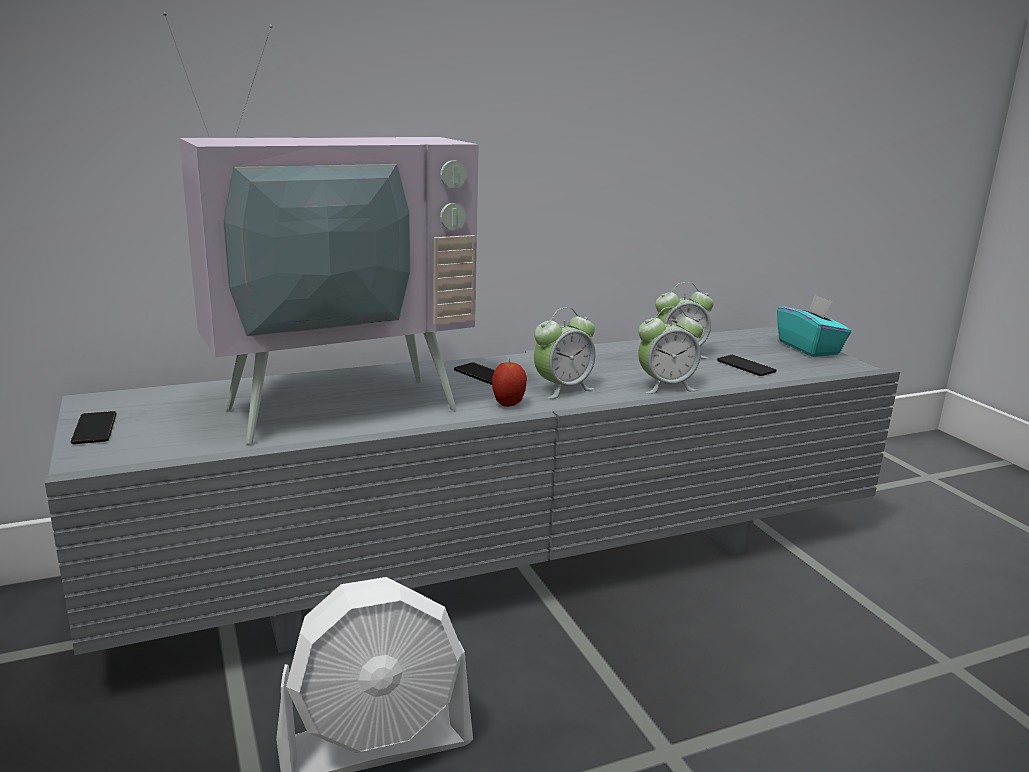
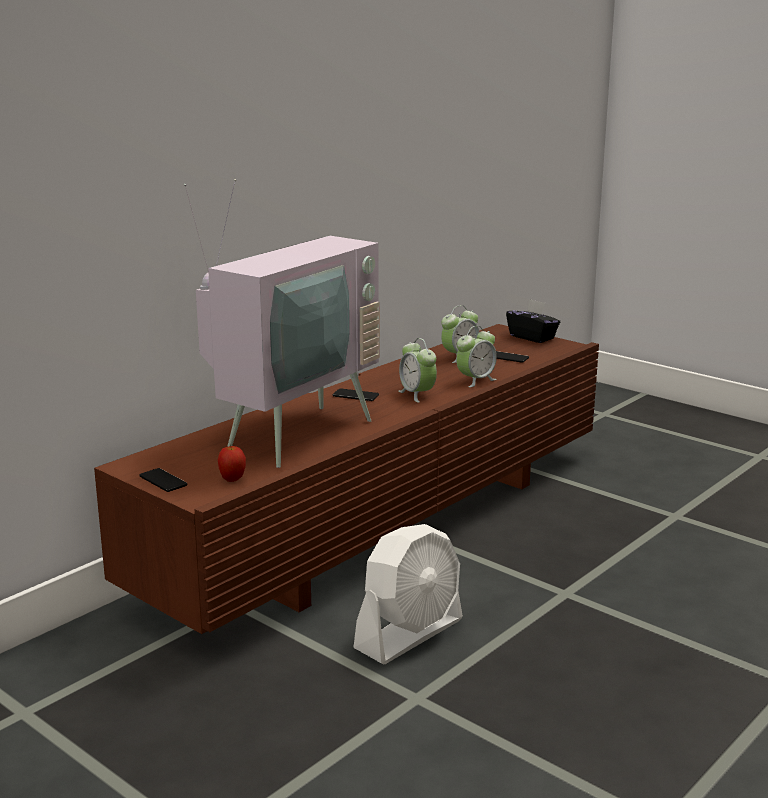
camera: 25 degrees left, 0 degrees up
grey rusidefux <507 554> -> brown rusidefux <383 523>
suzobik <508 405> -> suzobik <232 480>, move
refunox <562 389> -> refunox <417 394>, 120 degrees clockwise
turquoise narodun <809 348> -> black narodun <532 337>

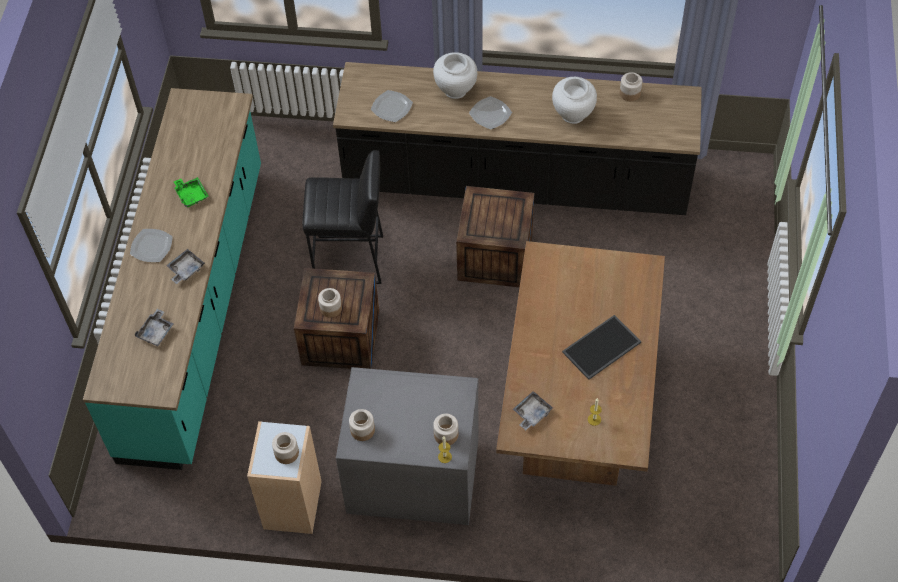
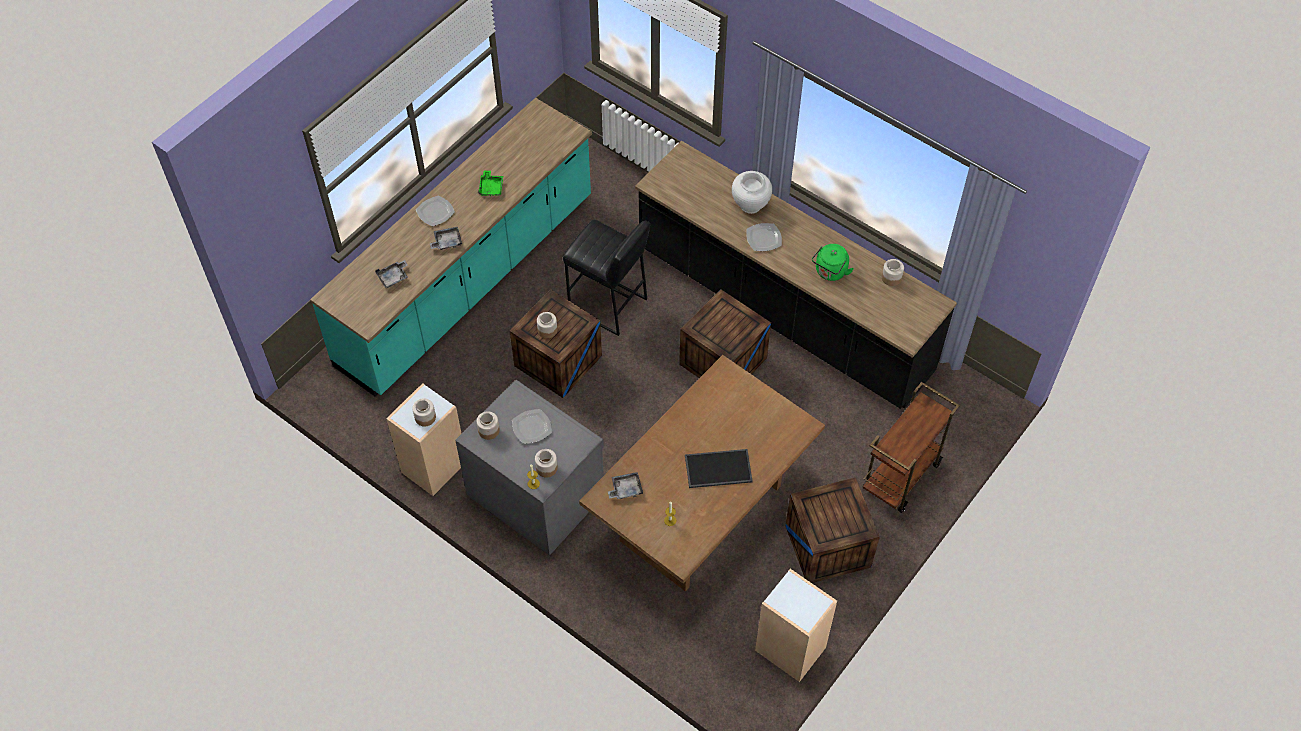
camera: 30 degrees right, 0 degrees up
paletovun <391 107> -> paletovun <531 427>, move
none -> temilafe <791 650>
none -> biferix <827 546>
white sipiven <573 115> -> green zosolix <830 272>
none -> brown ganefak <899 479>

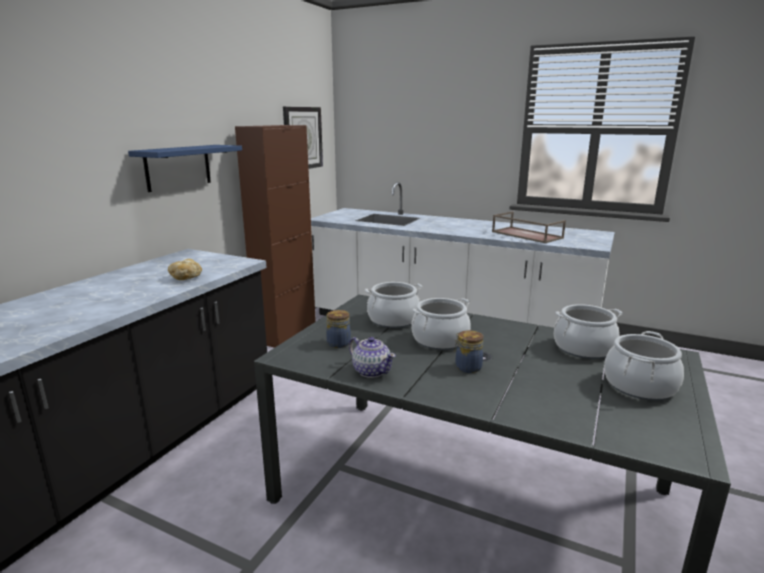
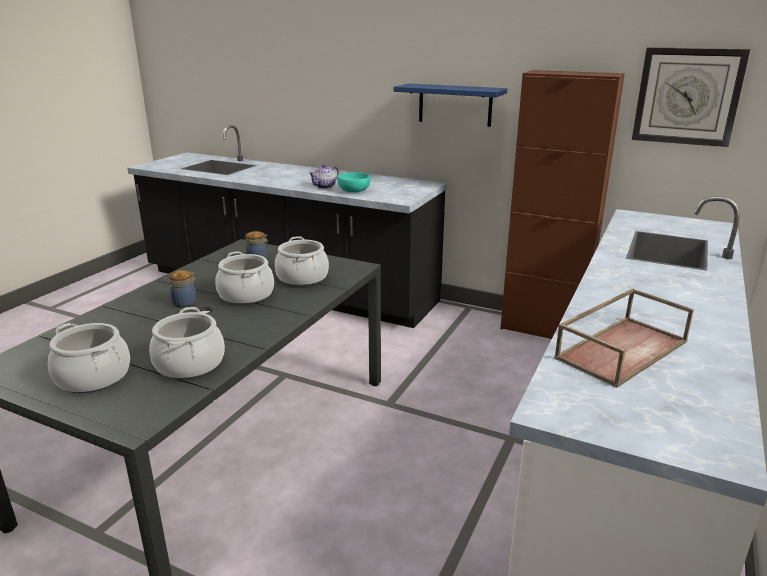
camera: 90 degrees right, 5 degrees up
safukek <371 371> -> safukek <325 186>, move
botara <186 277> -> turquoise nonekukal <354 190>

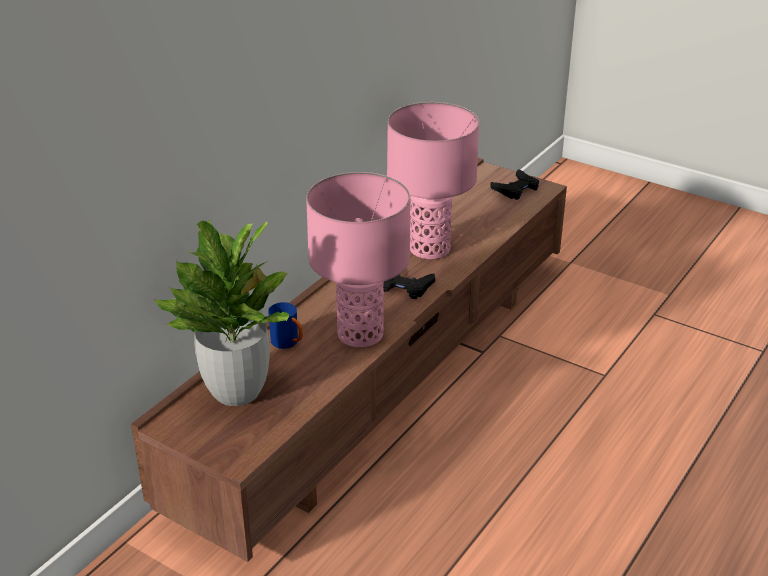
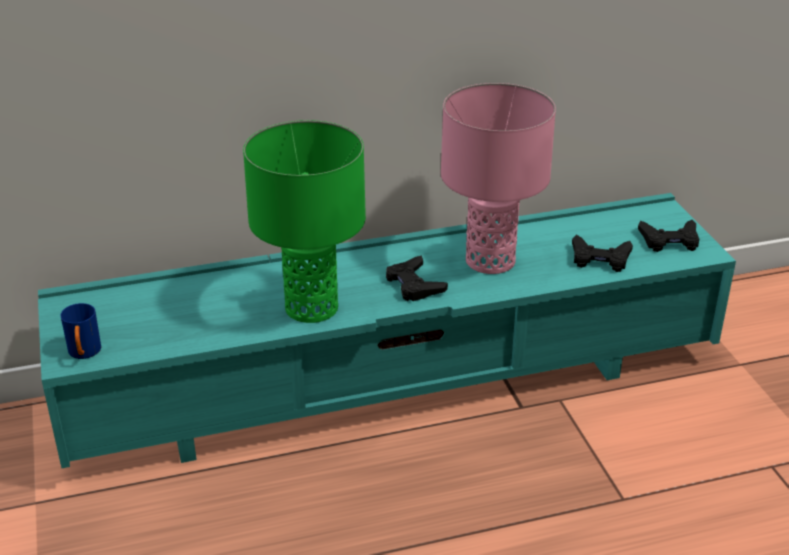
camera: 40 degrees right, 0 degrees up
brown rusidefux <382 377> -> turquoise rusidefux <393 381>
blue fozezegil <288 343> -> blue fozezegil <84 354>, move
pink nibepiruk <360 334> -> green nibepiruk <311 308>
none -> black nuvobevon <600 259>
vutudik <237 391> -> none

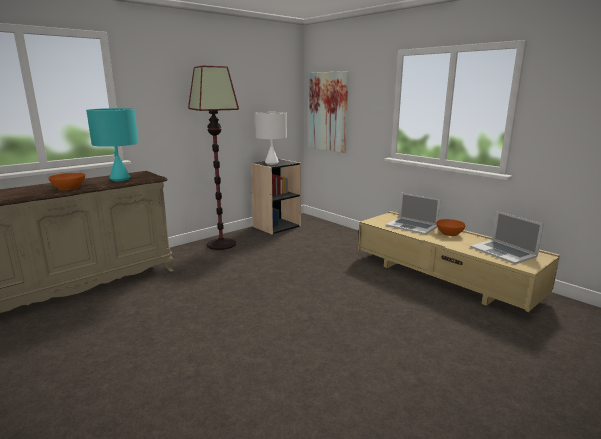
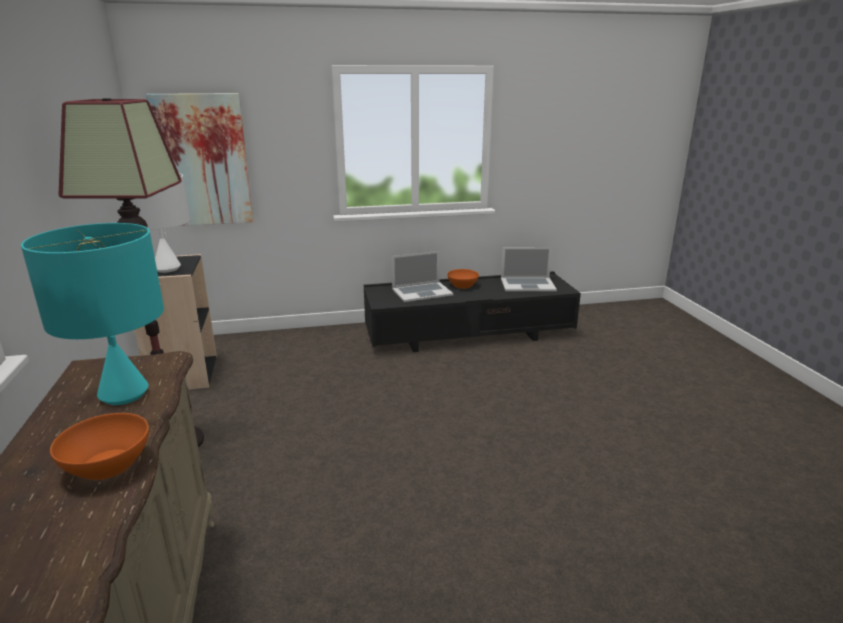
camera: 60 degrees left, 5 degrees up
beige rusidefux <444 276> -> black rusidefux <469 333>

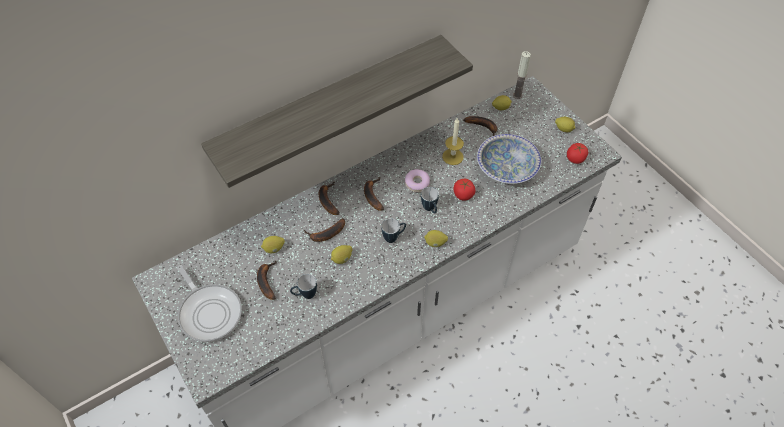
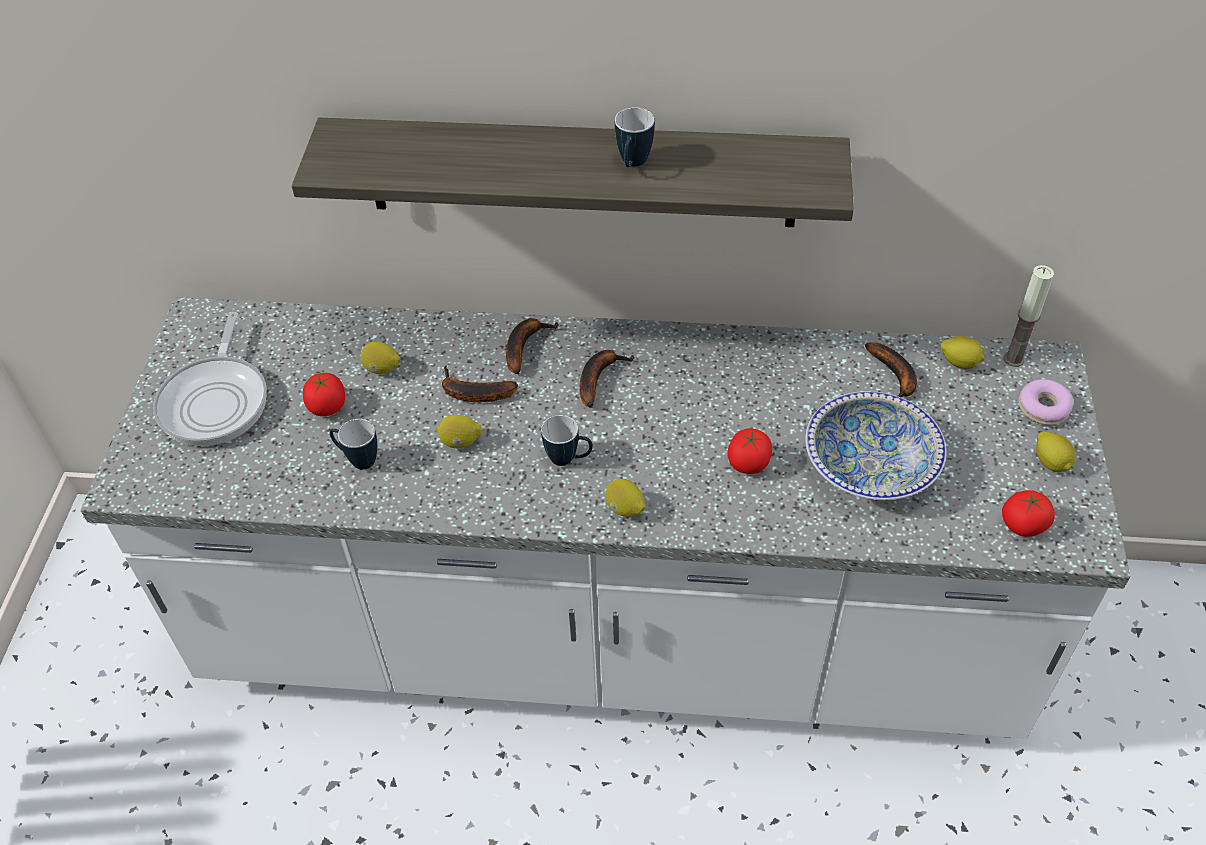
camera: 40 degrees right, 5 degrees down
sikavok <266 281> -> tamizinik <327 406>
fozezegil <430 209> -> fozezegil <632 165>, move
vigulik <417 183> -> vigulik <1043 408>, move
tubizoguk <452 156> -> none

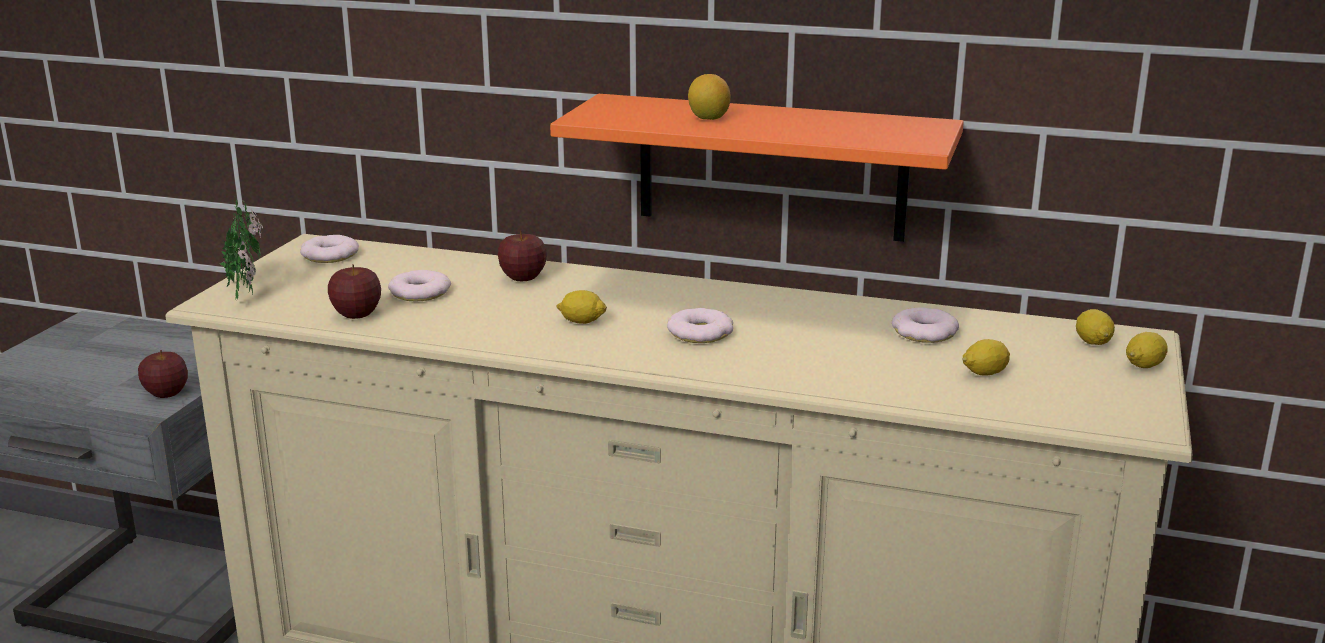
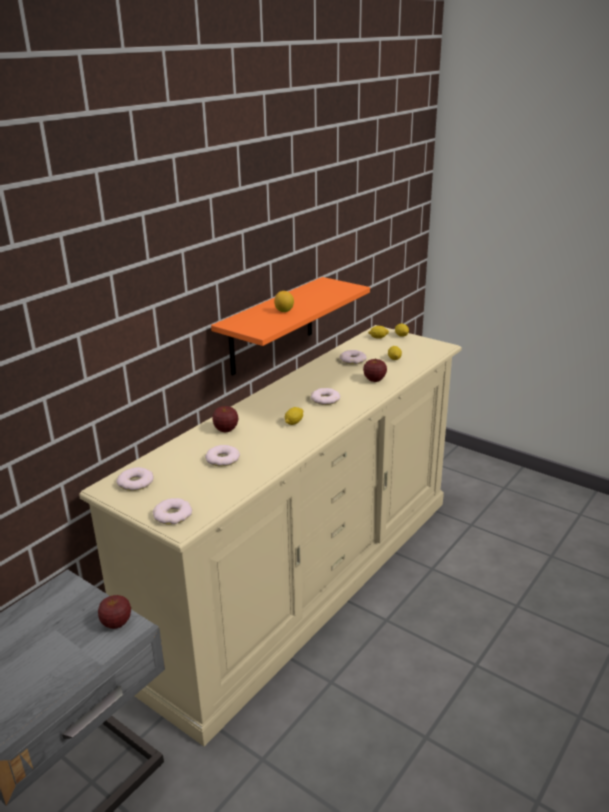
camera: 70 degrees left, 5 degrees up
vutudik <243 291> -> vigulik <173 515>
suzobik <356 315> -> suzobik <374 380>, move

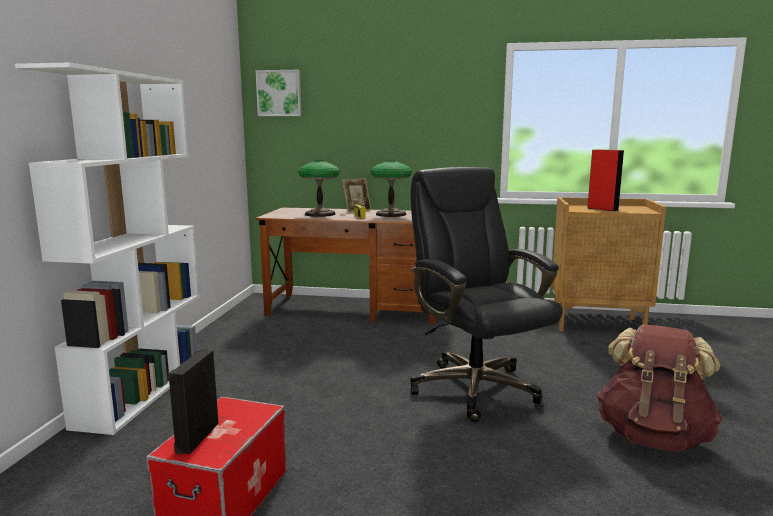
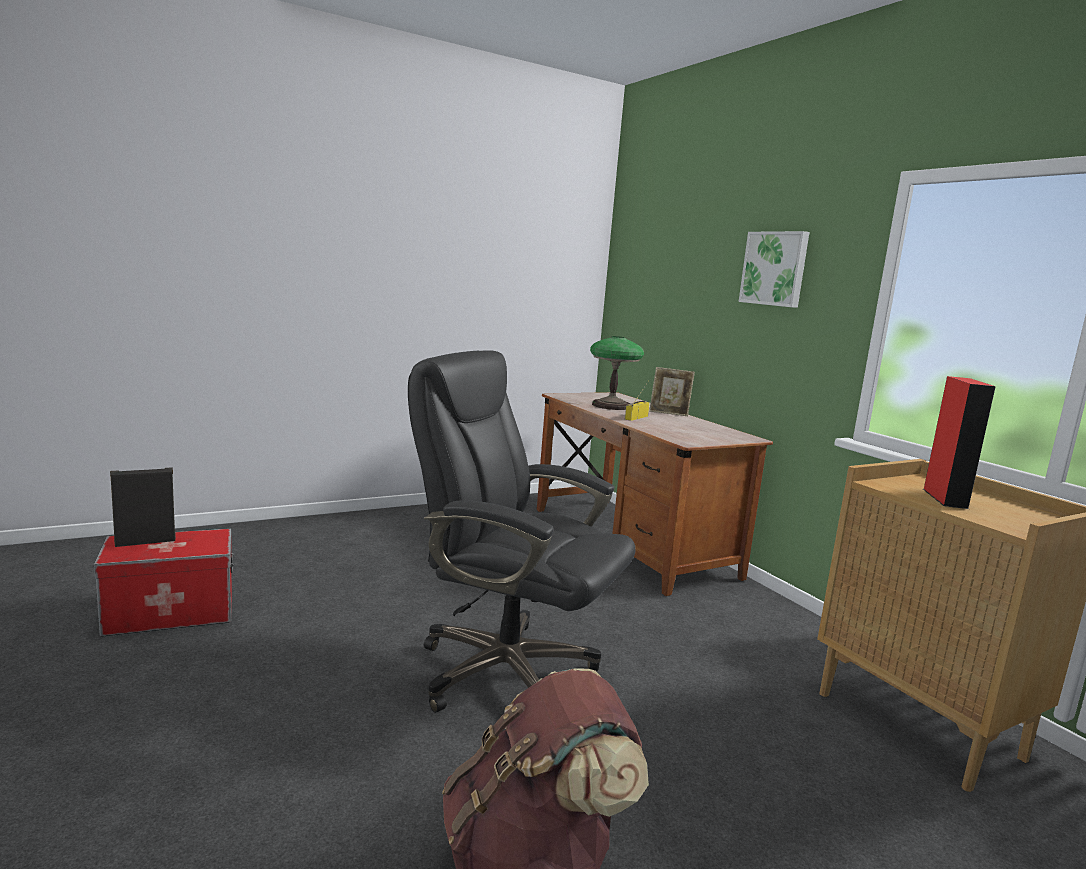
camera: 50 degrees right, 0 degrees up
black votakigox <477 390> -> black votakigox <510 674>, 90 degrees counterclockwise
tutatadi <279 93> -> tutatadi <775 269>, move
white temilafe <143 390> -> none
nibepiruk <391 214> -> none

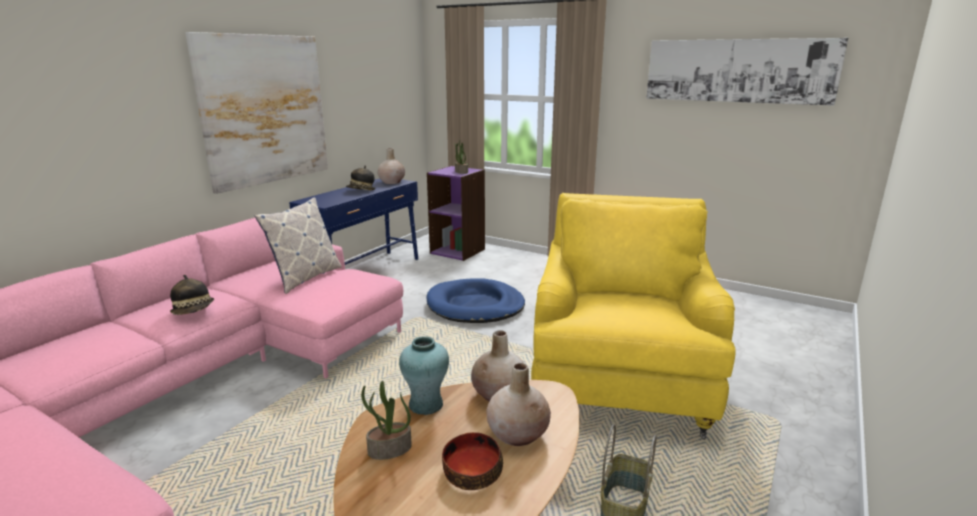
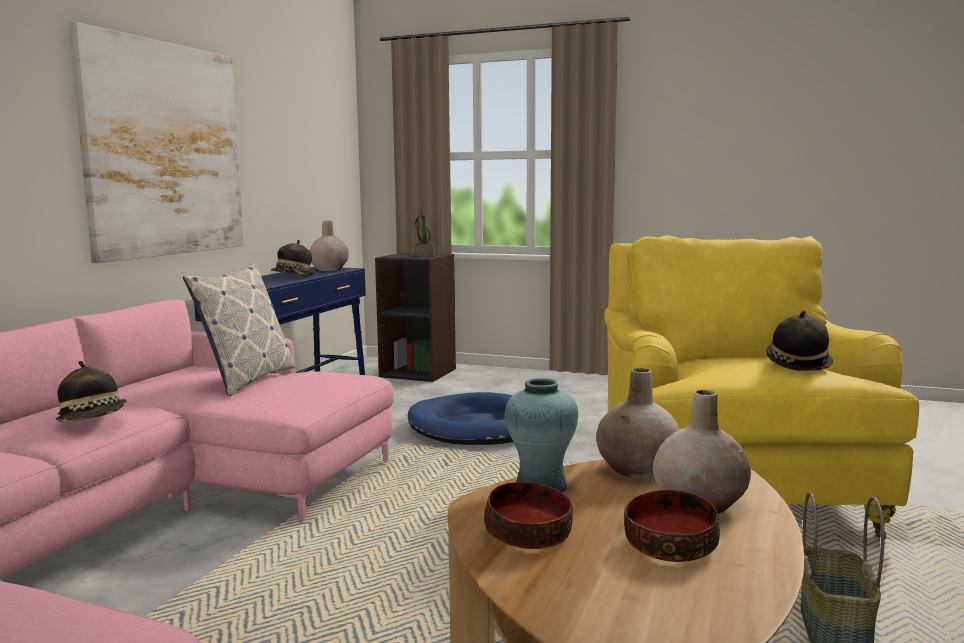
camera: 10 degrees left, 10 degrees down
purple temilafe <458 251> -> black temilafe <418 372>
vutudik <389 450> -> nonekukal <527 535>
none -> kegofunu <797 364>
tutatadi <738 71> -> none

